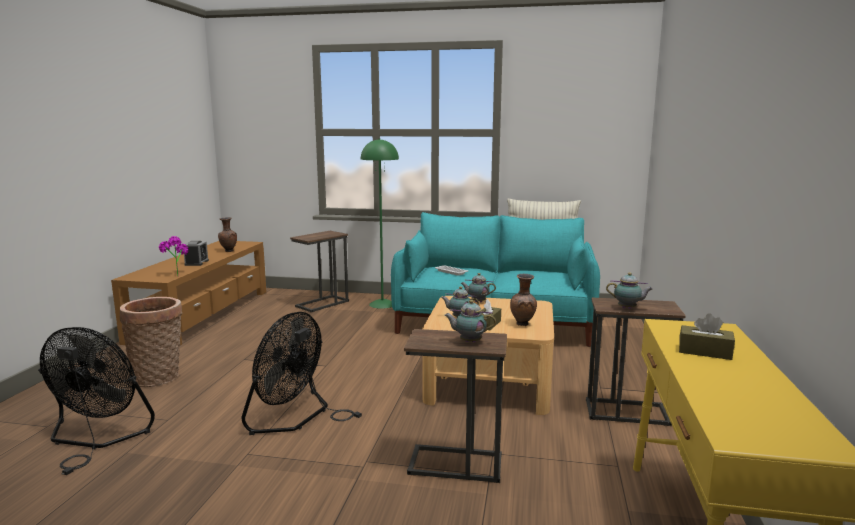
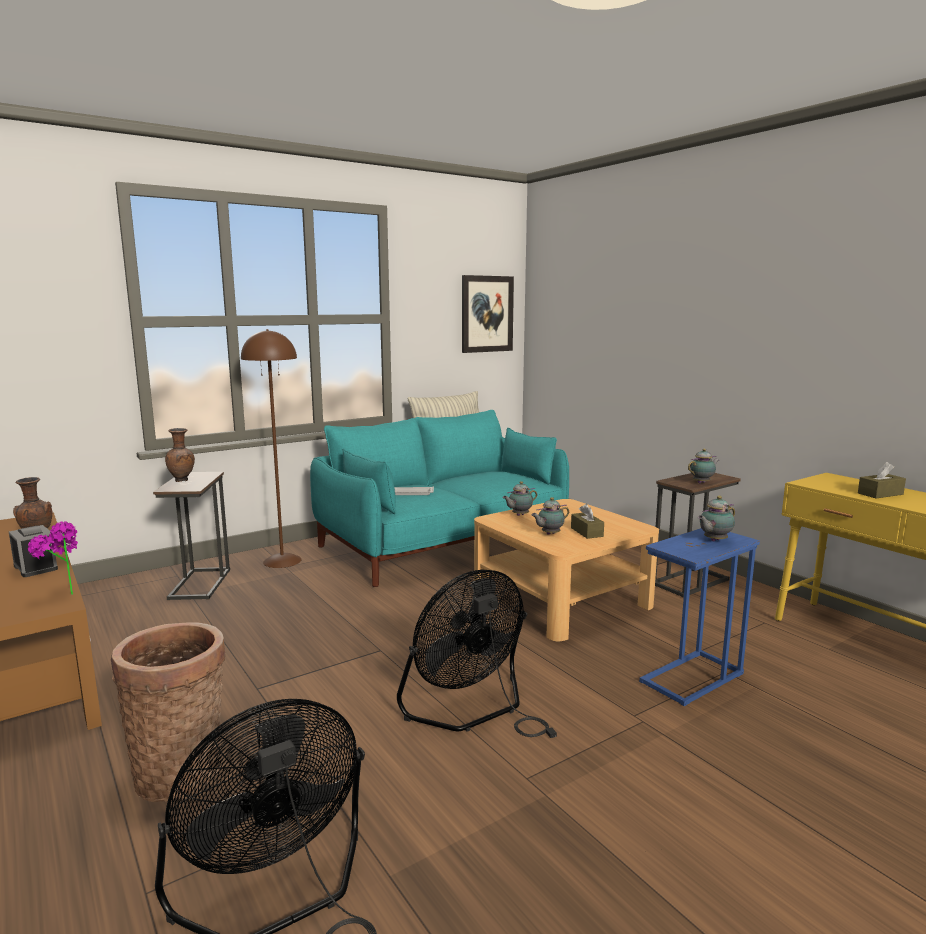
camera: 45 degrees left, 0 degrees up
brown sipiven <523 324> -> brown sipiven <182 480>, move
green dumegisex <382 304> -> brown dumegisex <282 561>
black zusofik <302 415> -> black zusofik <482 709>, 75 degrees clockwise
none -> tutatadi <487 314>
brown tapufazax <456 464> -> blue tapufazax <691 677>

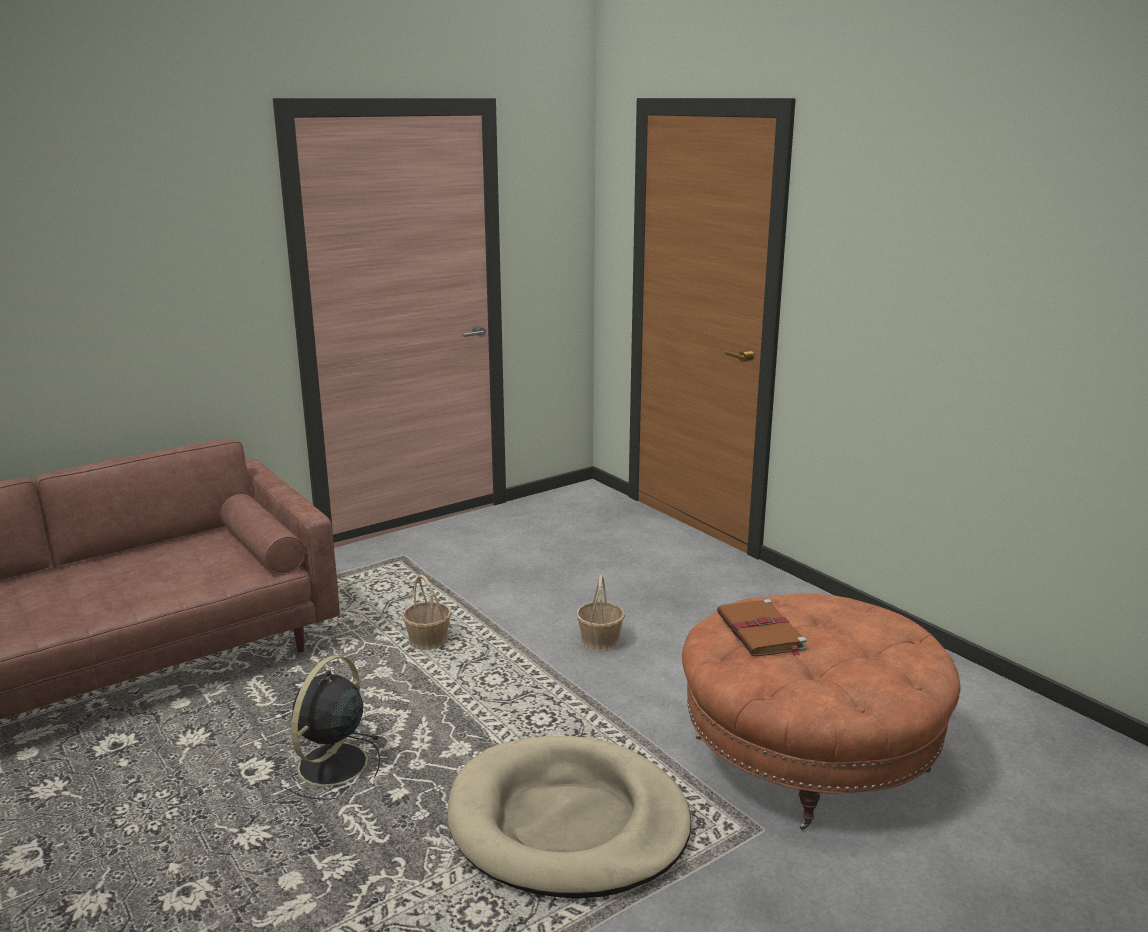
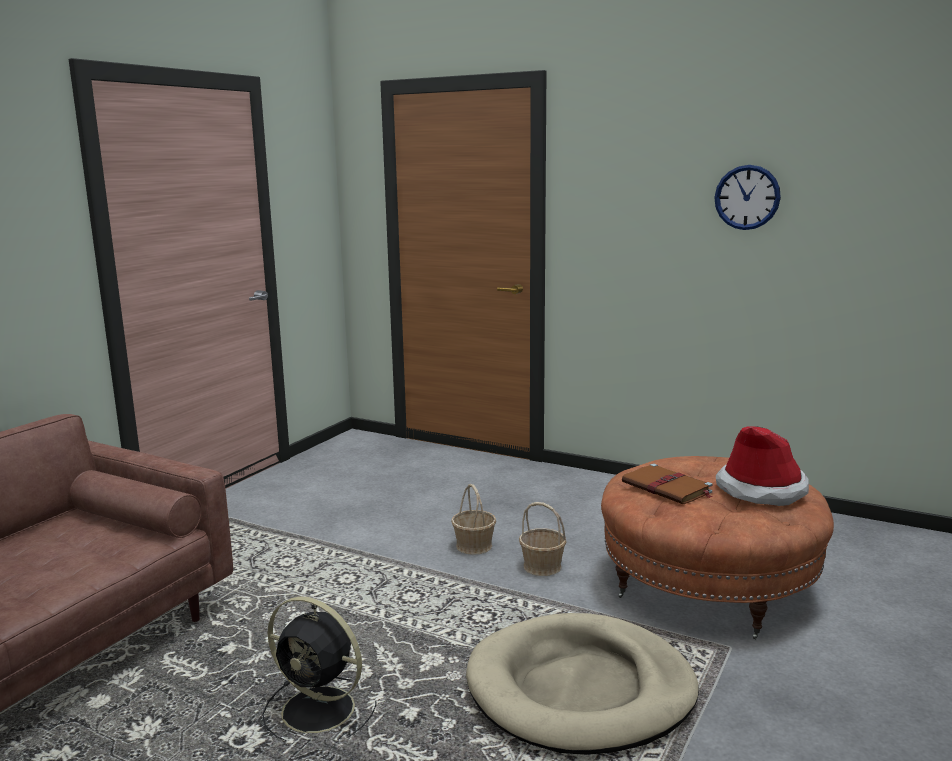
camera: 25 degrees left, 5 degrees down
black zusofik <331 767> -> black zusofik <321 711>, 60 degrees counterclockwise
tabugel <428 641> -> tabugel <542 566>, move
none -> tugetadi <747 197>
none -> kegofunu <761 490>

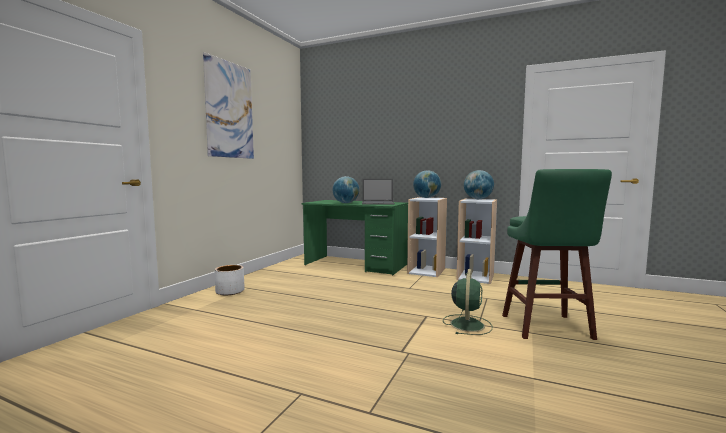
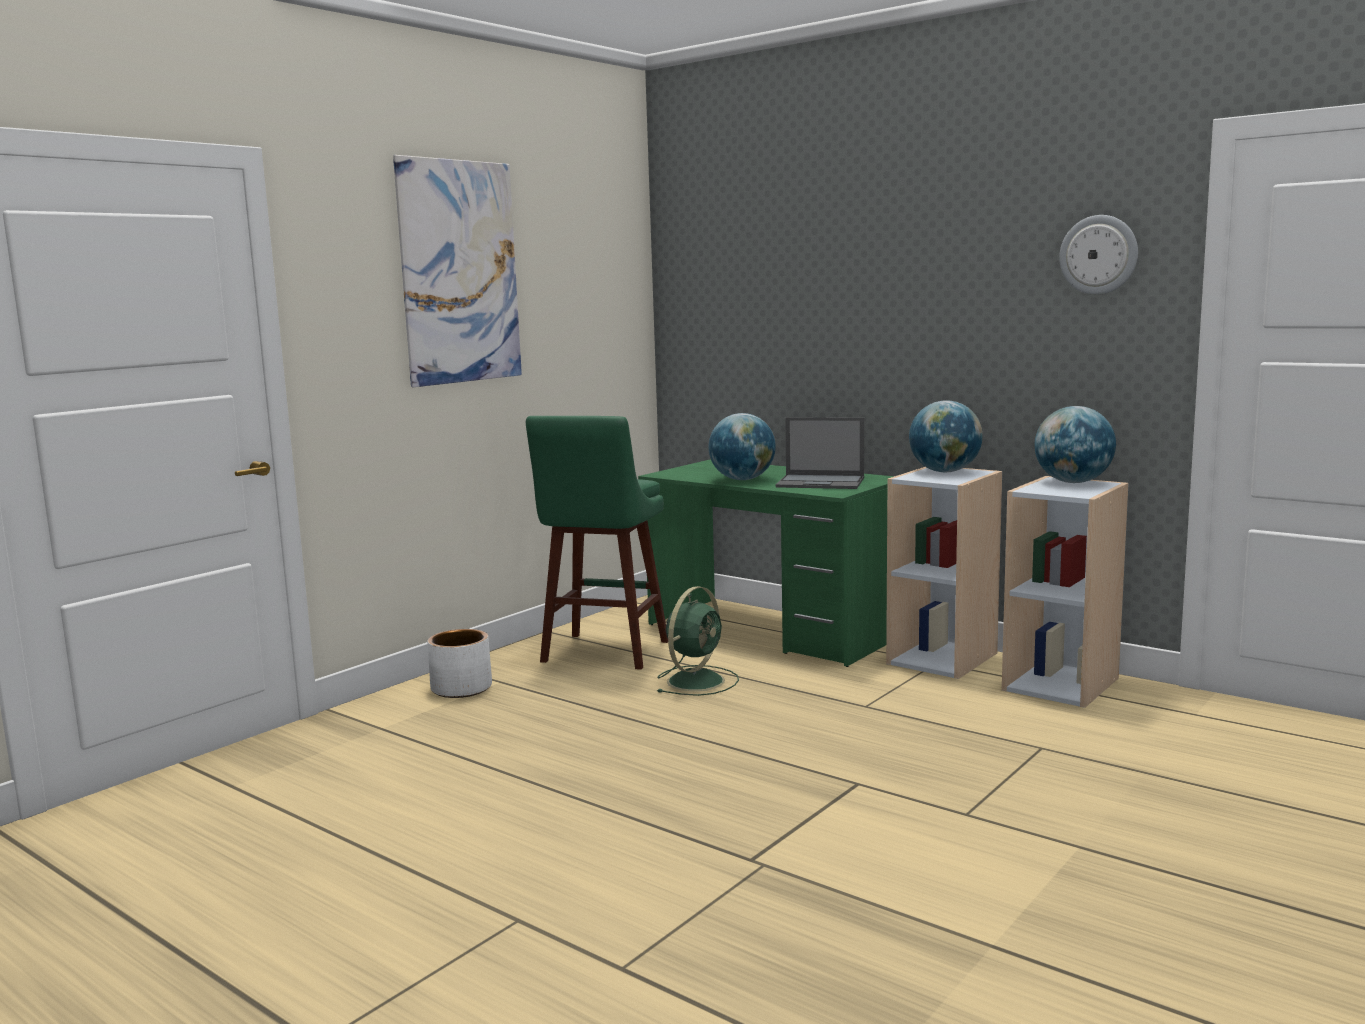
camera: 15 degrees right, 5 degrees up
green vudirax <547 328> -> green vudirax <603 653>, move
green zusofik <467 324> -> green zusofik <697 680>, move
none -> tugetadi <1099 255>

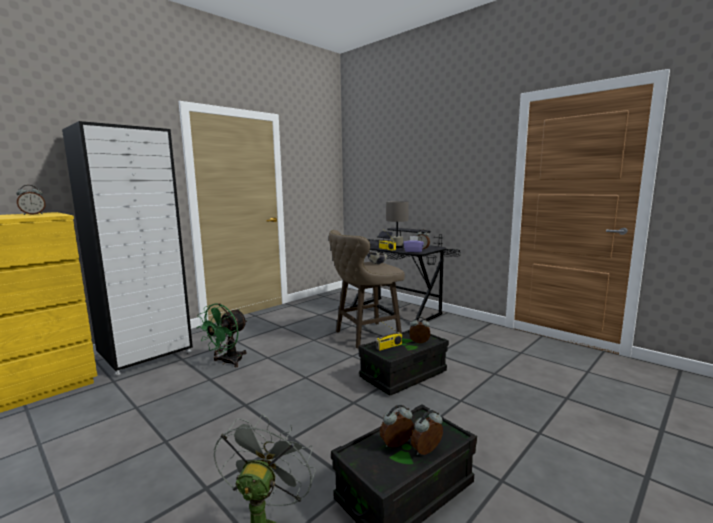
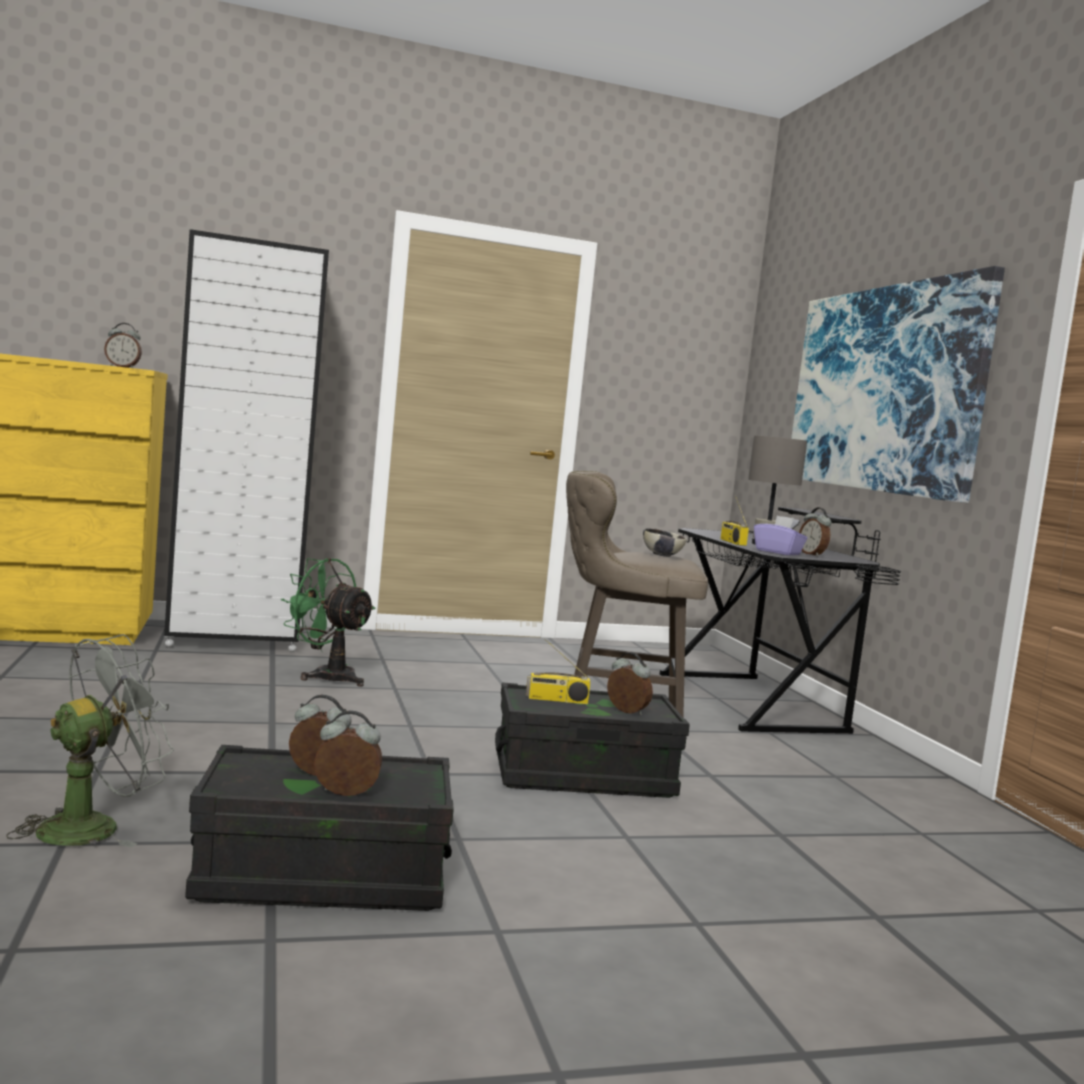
camera: 30 degrees right, 5 degrees down
green zusofik <227 362> -> green zusofik <326 676>, 60 degrees clockwise
none -> tutatadi <883 389>

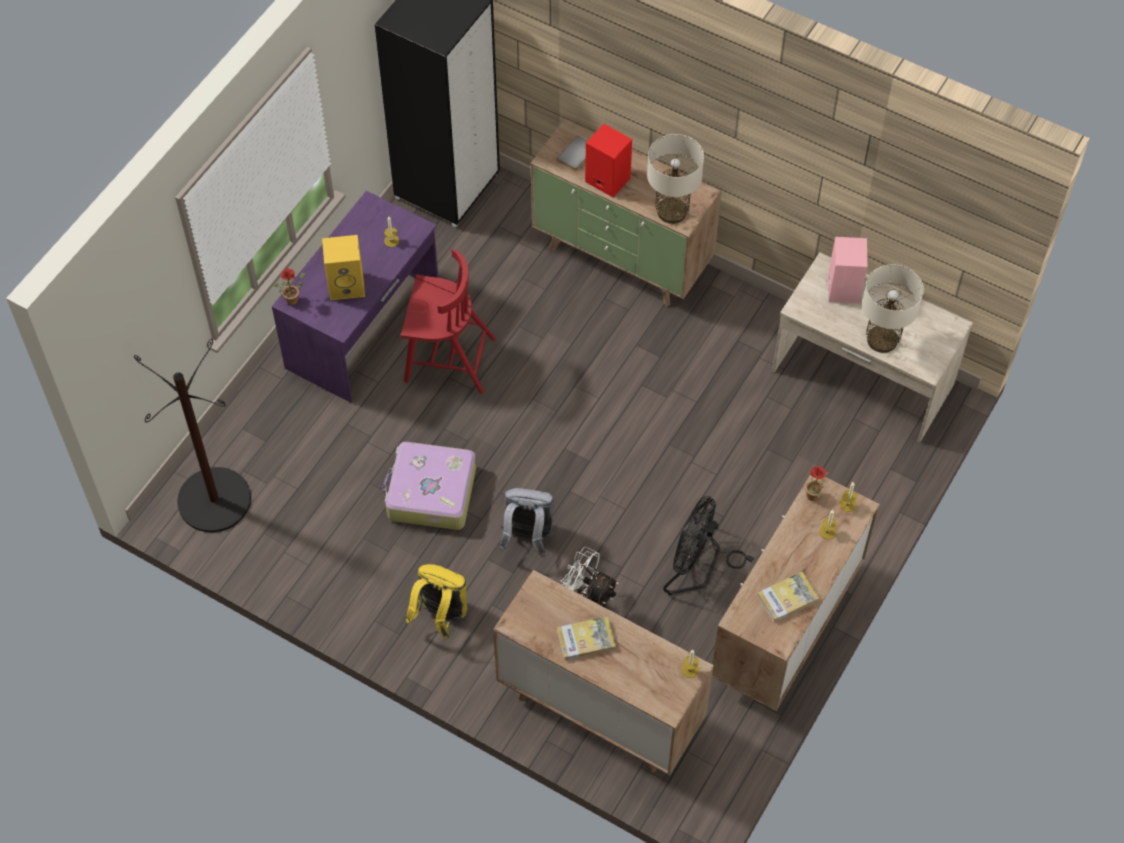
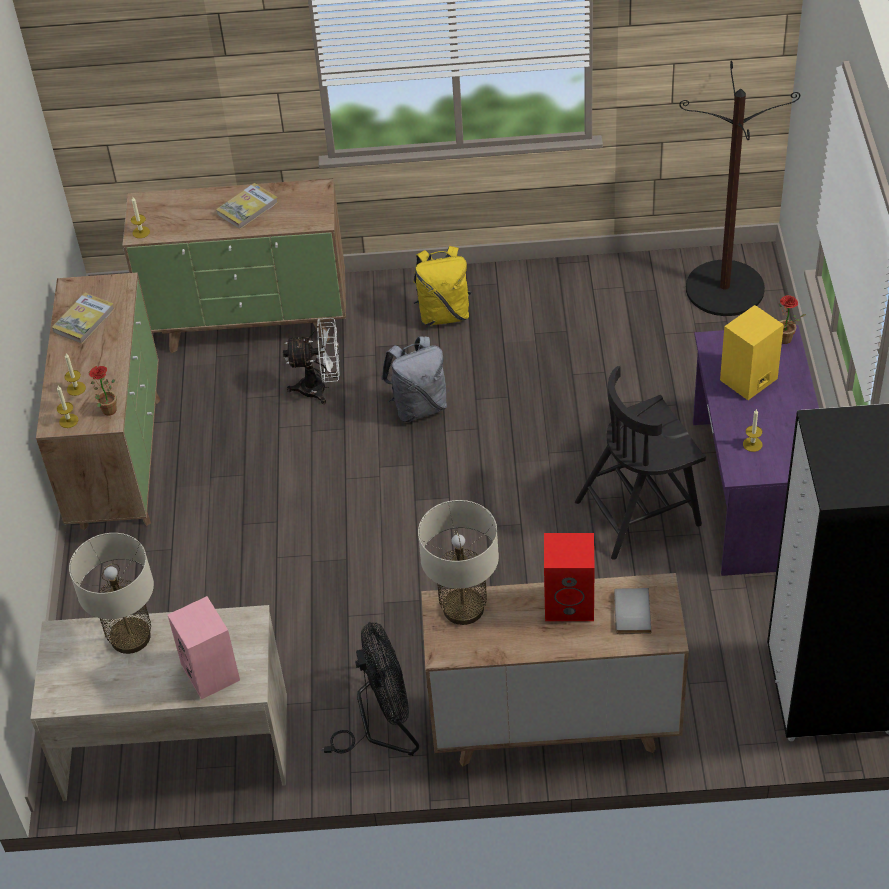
camera: 150 degrees right, 10 degrees down
black zusofik <701 561> -> black zusofik <379 718>, move
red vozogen <447 359> -> black vozogen <640 511>
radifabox <430 493> -> none

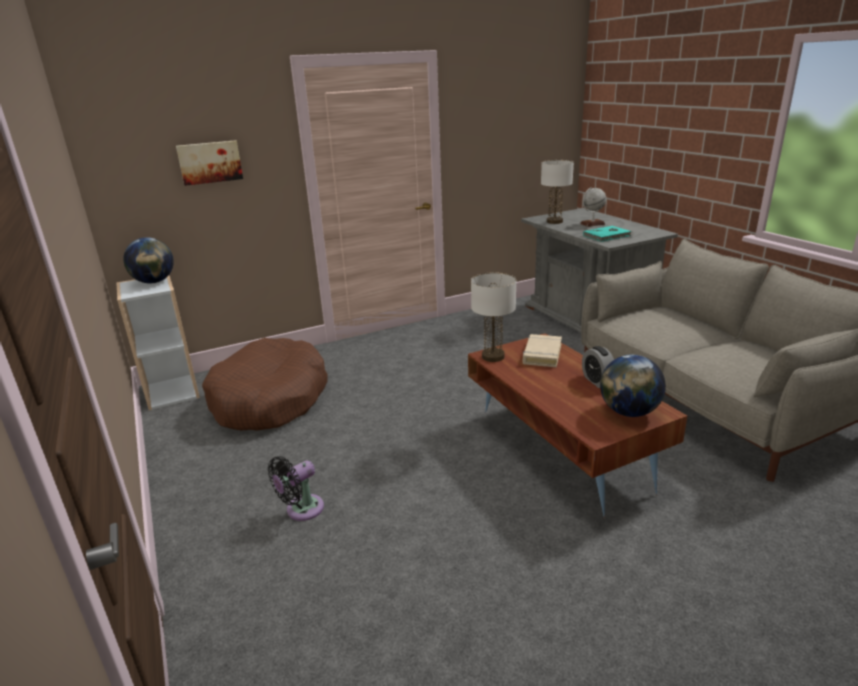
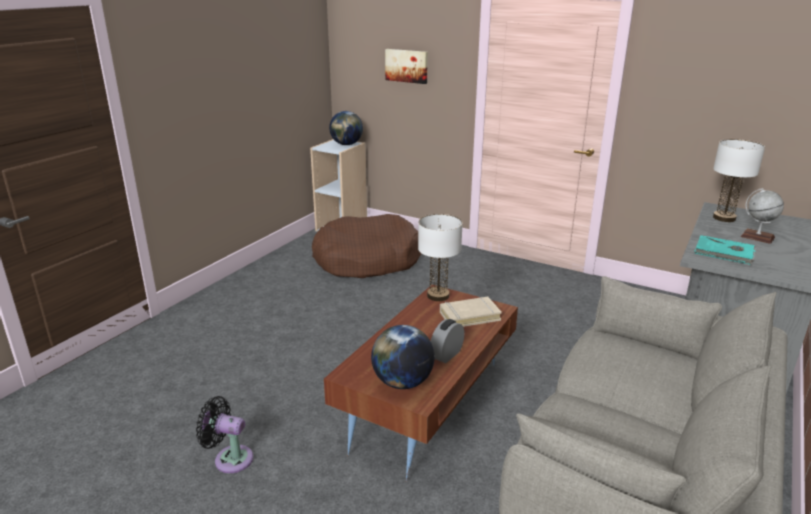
camera: 55 degrees right, 0 degrees up
black zusofik <301 510> -> black zusofik <230 458>, move

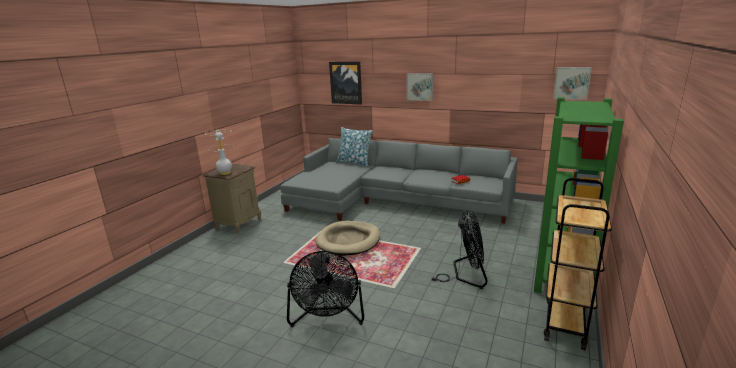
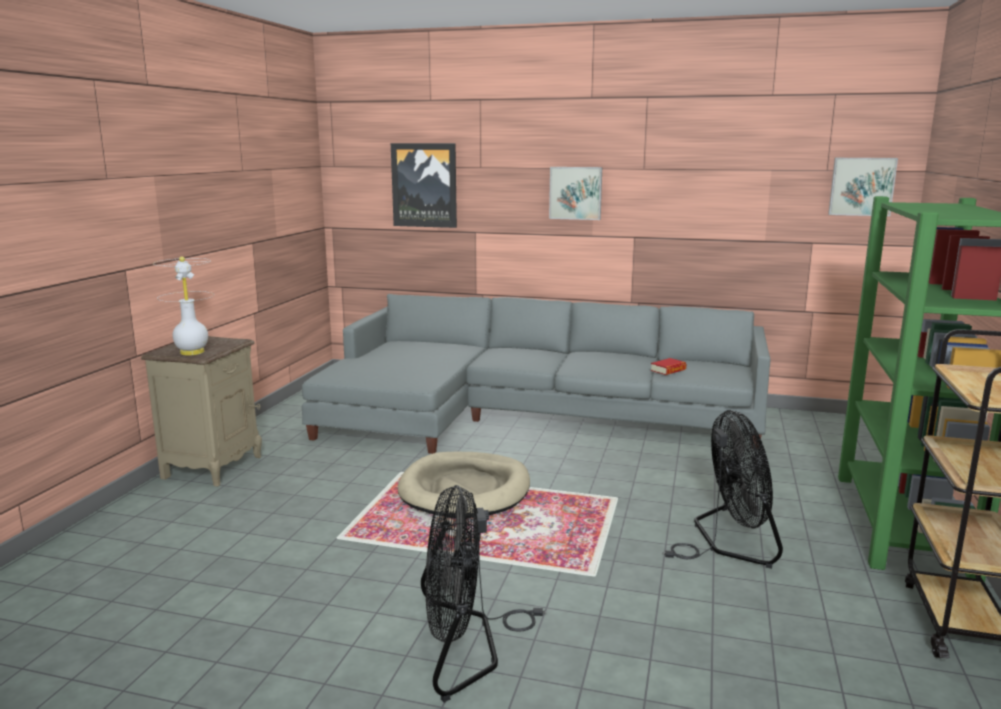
camera: 10 degrees left, 5 degrees down
black zusofik <325 315> -> black zusofik <467 641>, 90 degrees clockwise
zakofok <354 162> -> none

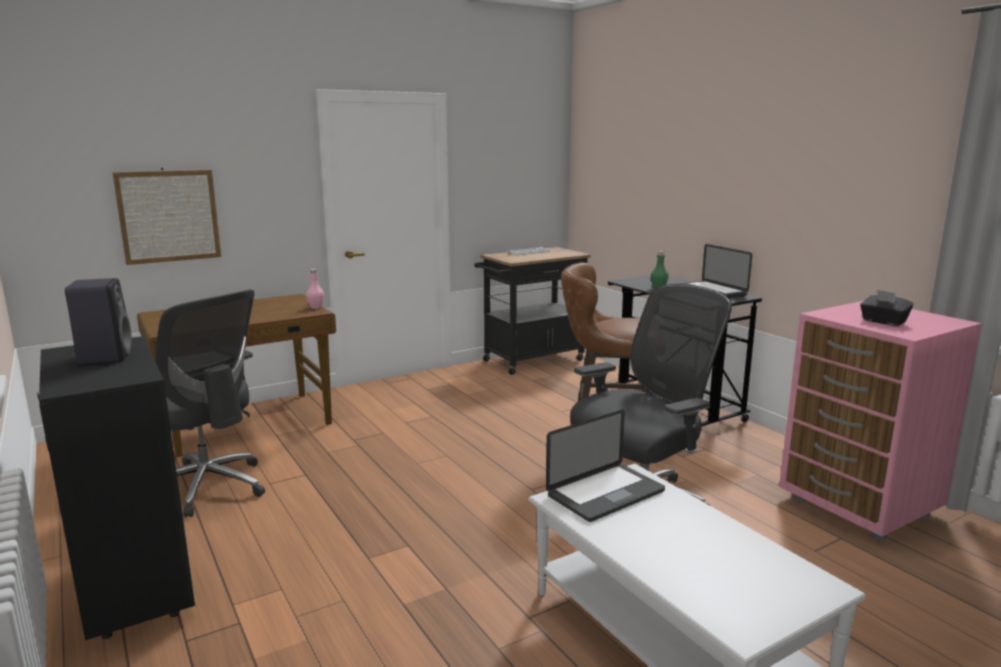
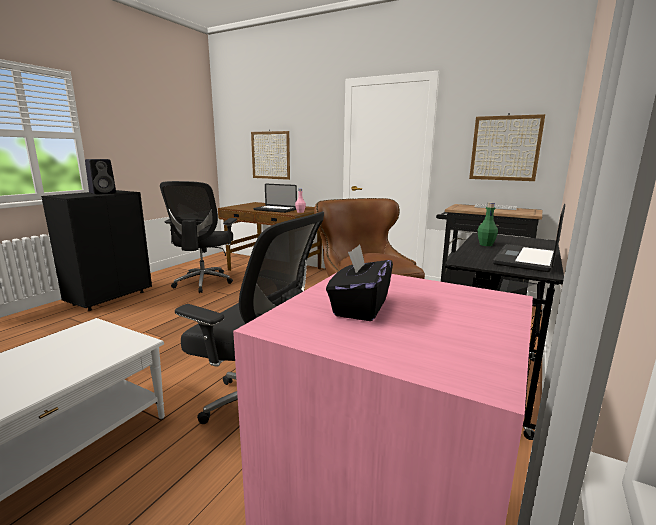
camera: 60 degrees right, 0 degrees up
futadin <605 493> -> futadin <275 210>, move
none -> tutatadi <505 147>

